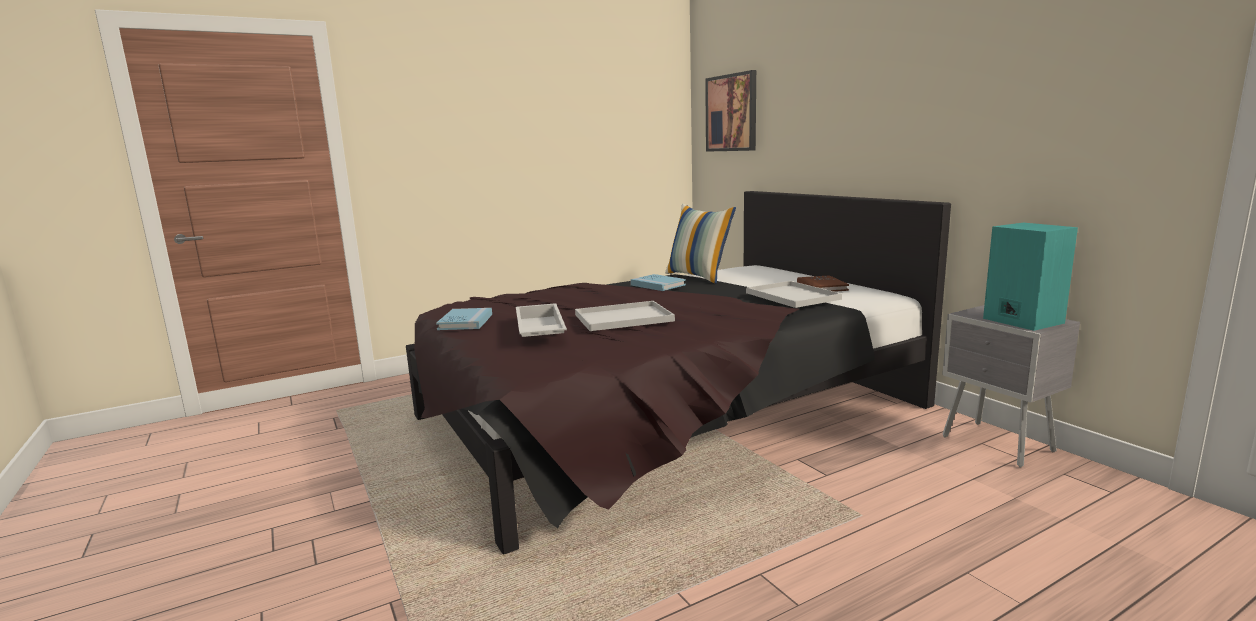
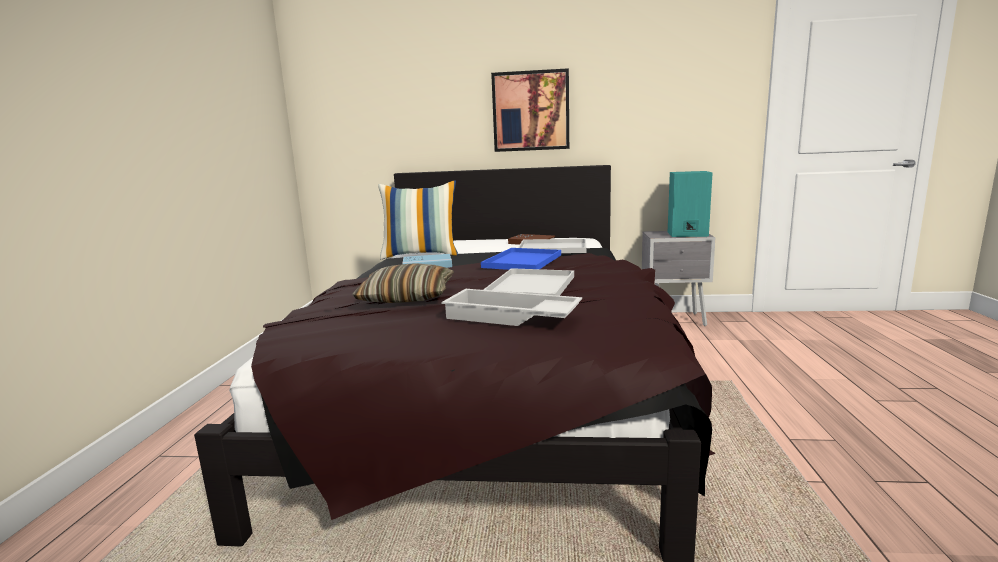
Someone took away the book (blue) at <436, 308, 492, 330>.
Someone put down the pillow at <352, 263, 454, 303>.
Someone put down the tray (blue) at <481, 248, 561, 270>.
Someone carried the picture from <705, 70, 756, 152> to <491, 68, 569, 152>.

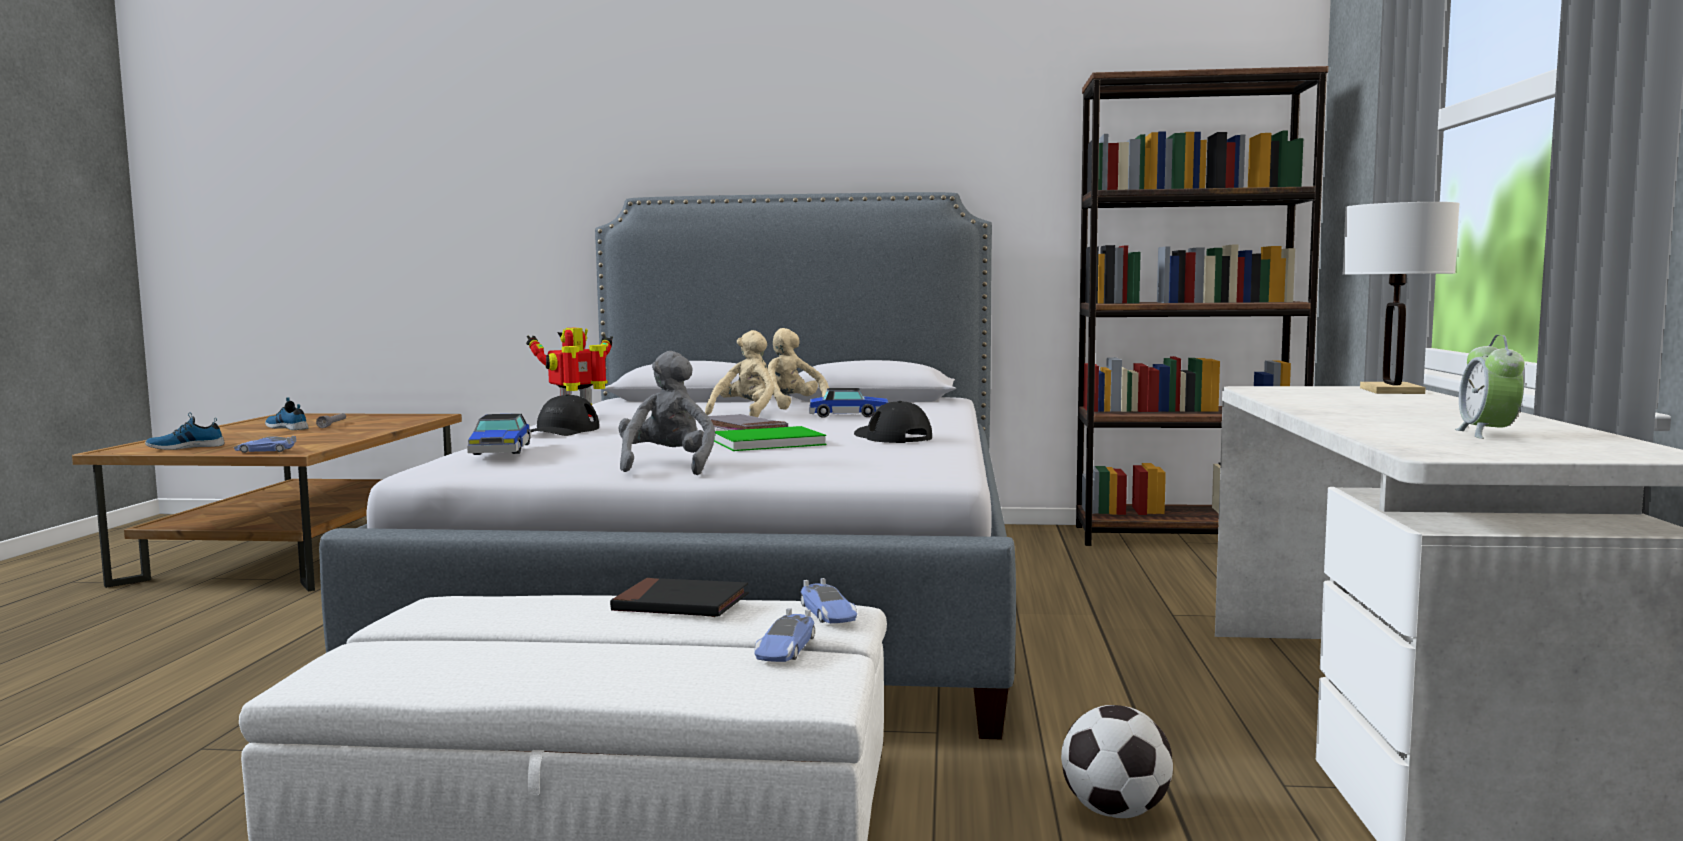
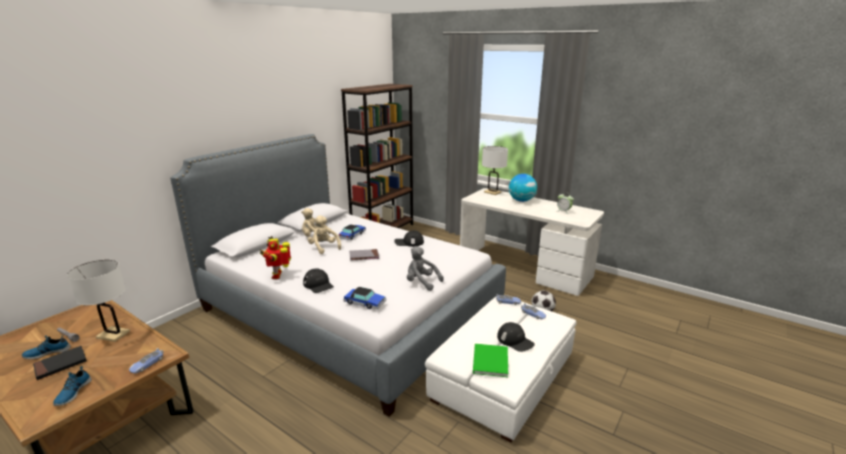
Someone put down the table lamp (white) at <67, 260, 130, 342>.
Someone put down the cap (black) at <497, 322, 535, 352>.
Someone put down the globe at <509, 174, 537, 202>.
Someone carried the book (black) from <610, 578, 749, 617> to <33, 346, 87, 380>.
Someone carried the book (green) from <714, 426, 826, 451> to <473, 344, 508, 377>.

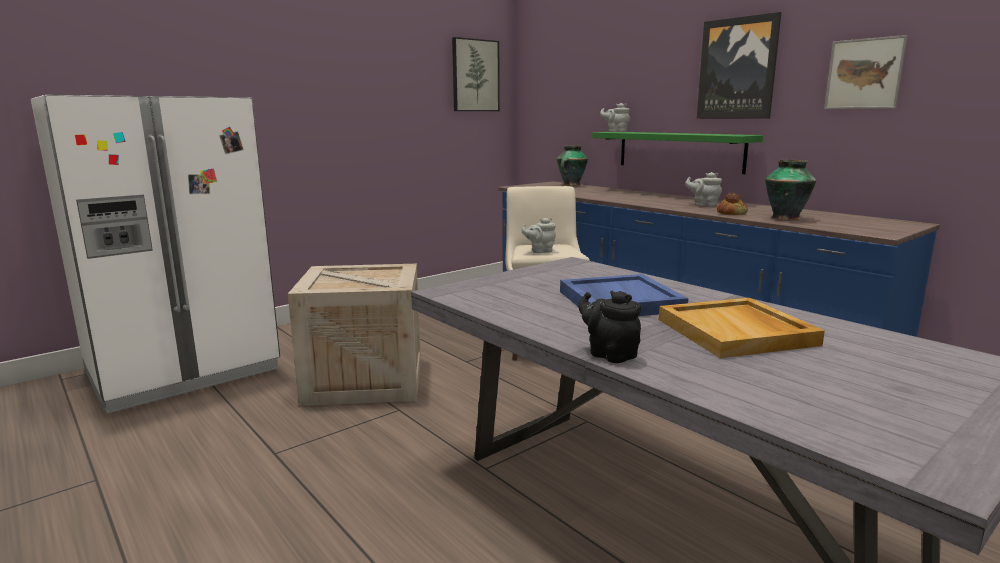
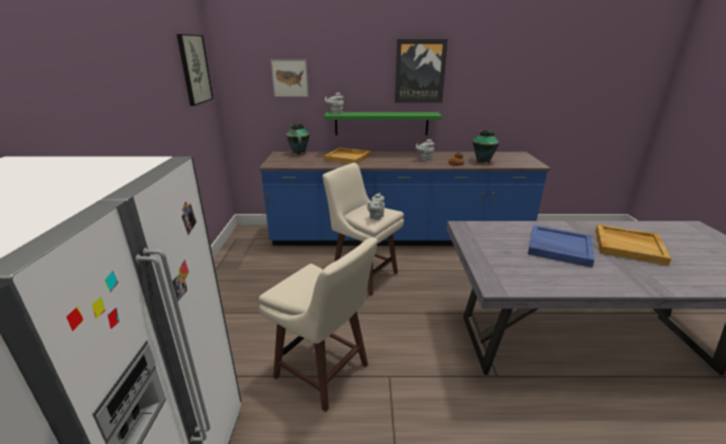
Someone took away the teapot (black) at <578, 291, 641, 363>.
Someone put down the tray (beige) at <324, 148, 371, 164>.
Someone carried the picture from <824, 35, 908, 109> to <271, 59, 309, 97>.
Someone swapped the crate at <288, 264, 421, 406> for the stool (beige) at <259, 237, 378, 412>.

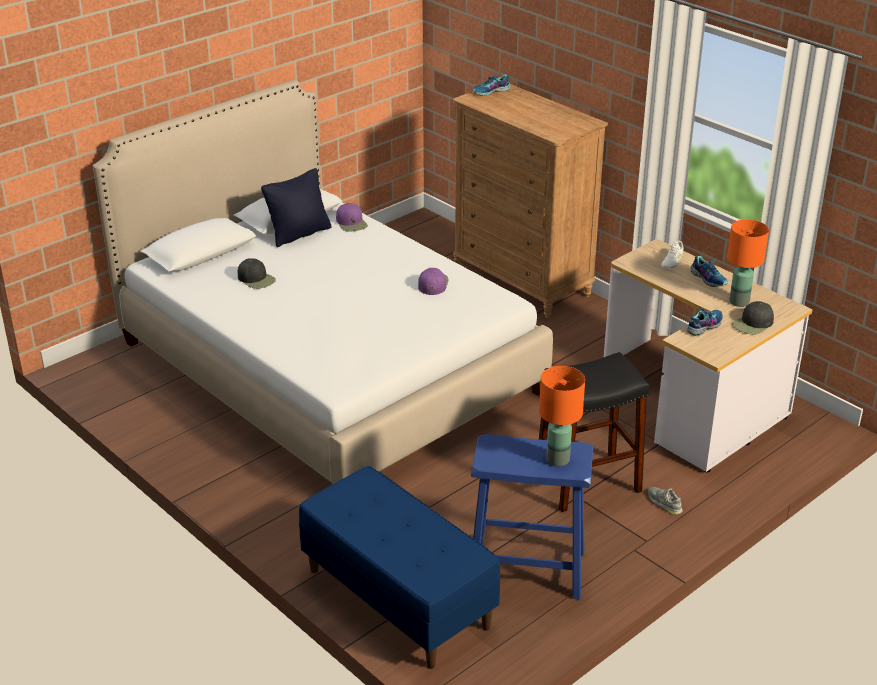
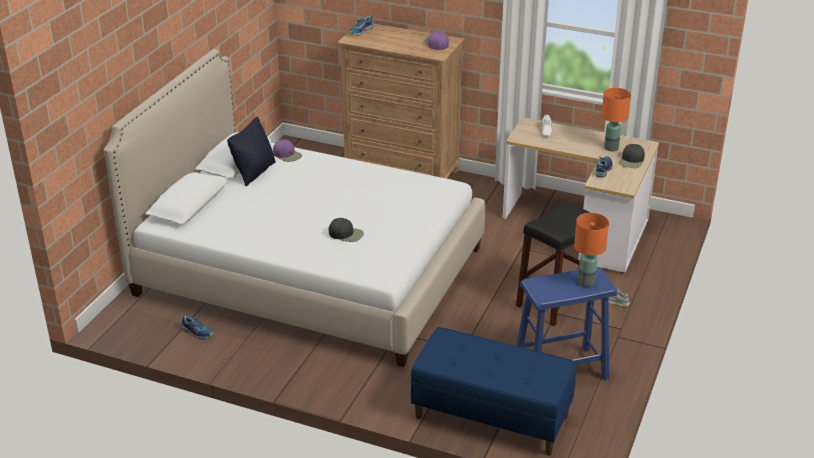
Someone carried the cap (black) from <238, 258, 276, 289> to <329, 218, 364, 242>.
Someone carried the cap (purple) from <418, 268, 448, 295> to <424, 31, 449, 50>.
Someone carried the shoe from <690, 256, 728, 287> to <181, 316, 213, 339>.

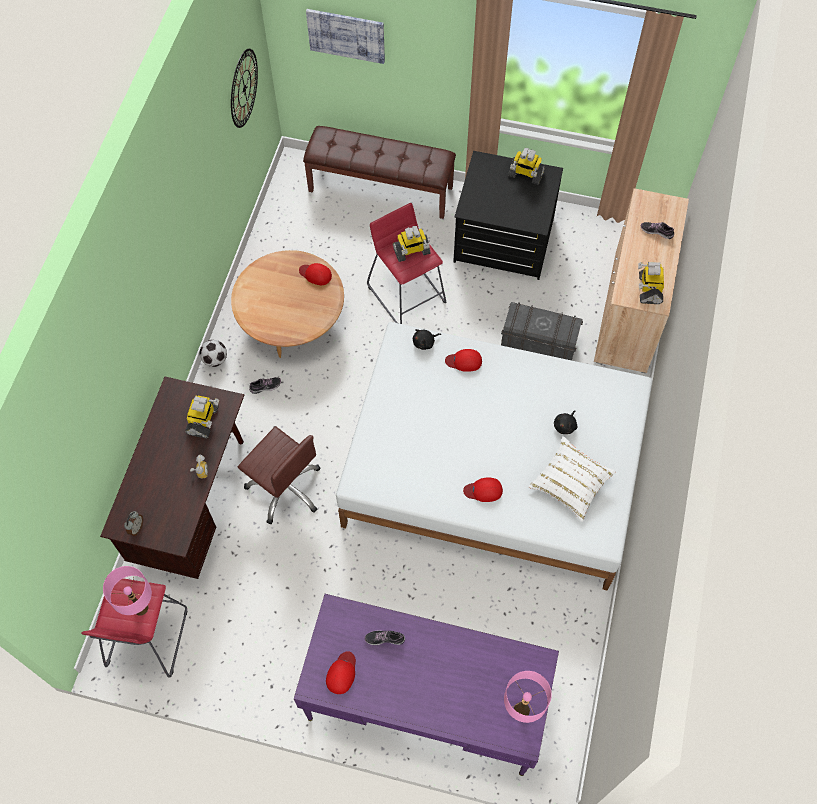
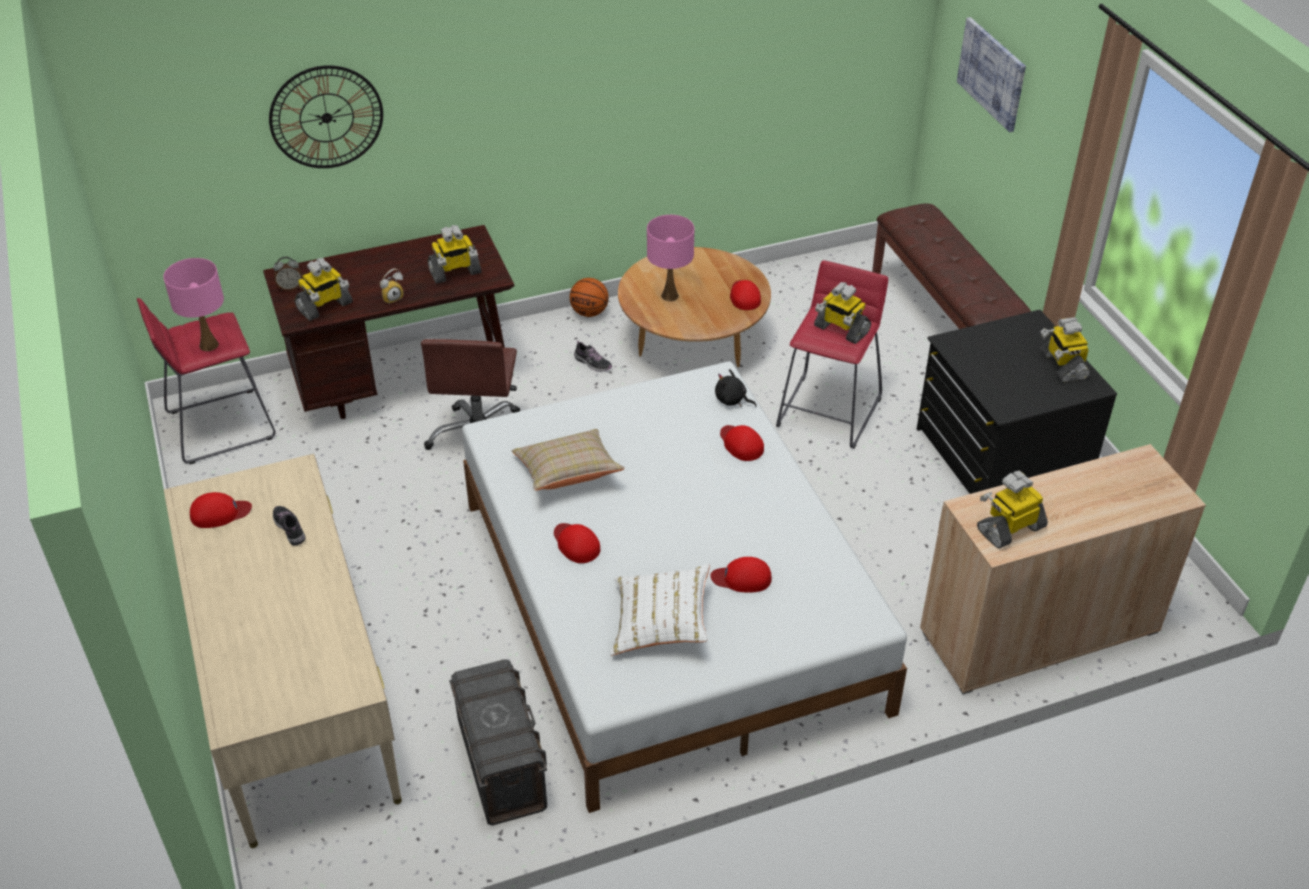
Someone took away the shoe at <641, 222, 674, 239>.
Someone put down the toy robot at <294, 258, 353, 321>.
Someone put down the pillow (beige) at <511, 429, 625, 491>.
Someone carried the wall clock from <231, 49, 258, 128> to <269, 65, 383, 168>.
Someone carried the storage box (grey) from <501, 302, 583, 360> to <449, 659, 547, 825>.
Someone carried the table lamp (pink) from <504, 671, 552, 723> to <647, 215, 694, 301>.
Someone swapped the football at <199, 340, 227, 367> for the basketball at <570, 278, 609, 317>.
Someone swapped the plush toy (black) at <554, 410, 577, 434> for the cap (red) at <710, 557, 772, 593>.
Someone repainted the desk (purple) at <294, 594, 559, 776>, which became the desk (beige) at <164, 454, 402, 848>.

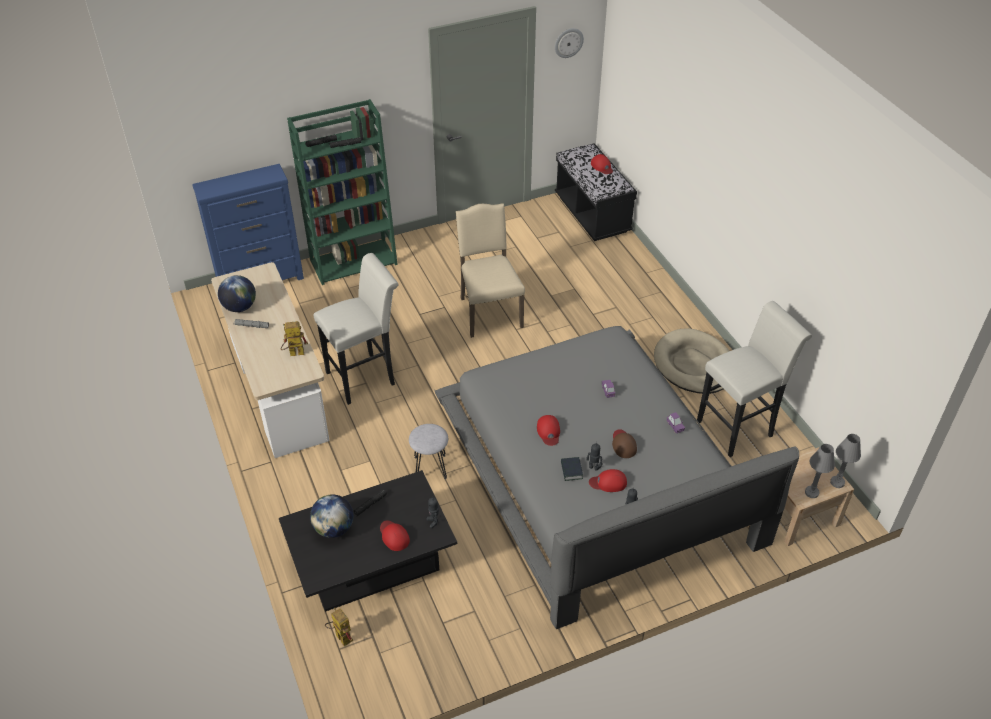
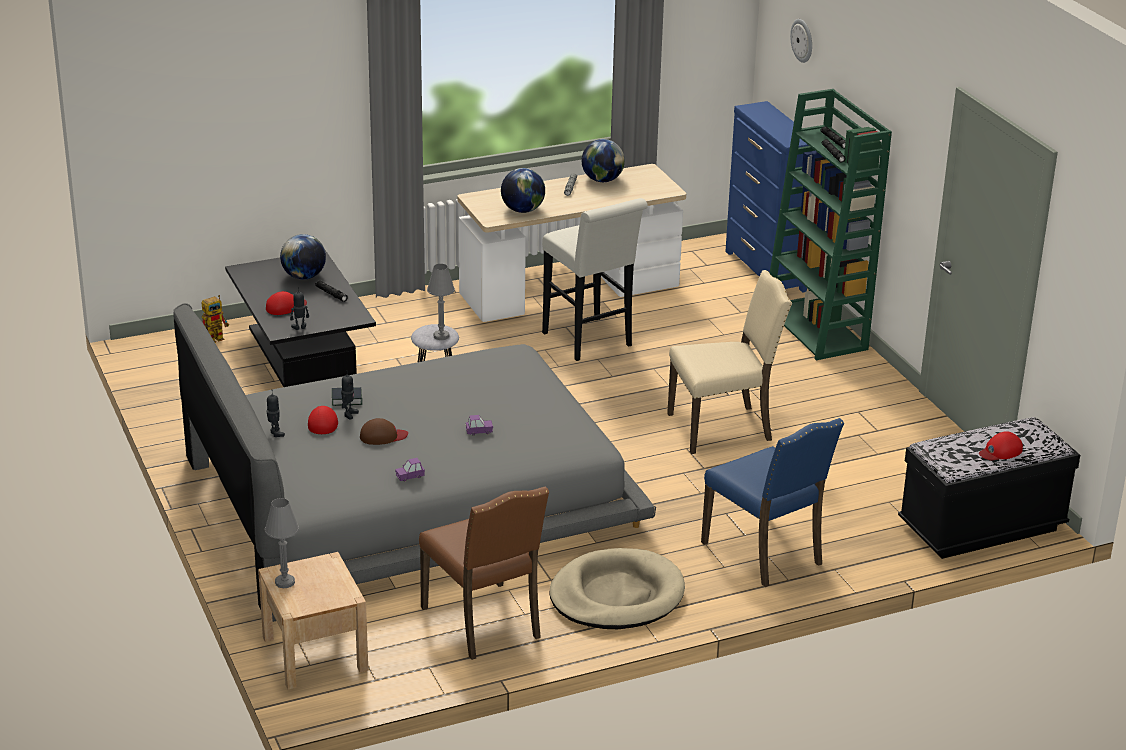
Someone took away the cap (red) at <537, 415, 560, 446>.
Someone put down the chair (blue) at <701, 418, 844, 587>.
Someone carried the wall clock from <555, 28, 584, 58> to <790, 19, 812, 63>.
Someone carried the table lamp (grey) from <830, 434, 861, 488> to <427, 264, 455, 340>.
Someone swapped the toy robot at <281, 321, 308, 356> for the globe at <501, 168, 545, 213>.
Someone swapped the stool (white) at <697, 301, 812, 457> for the chair (brown) at <419, 487, 549, 660>.

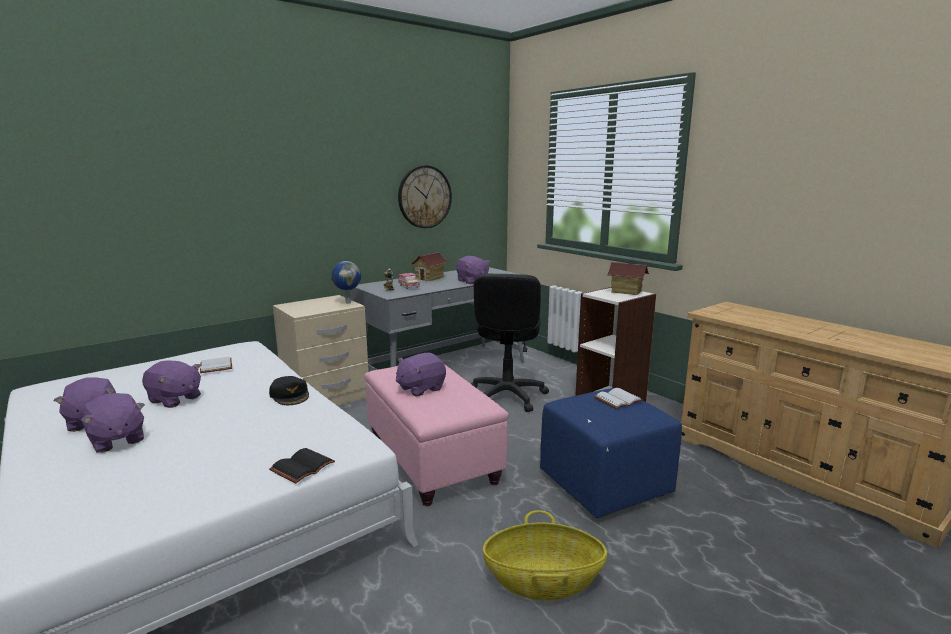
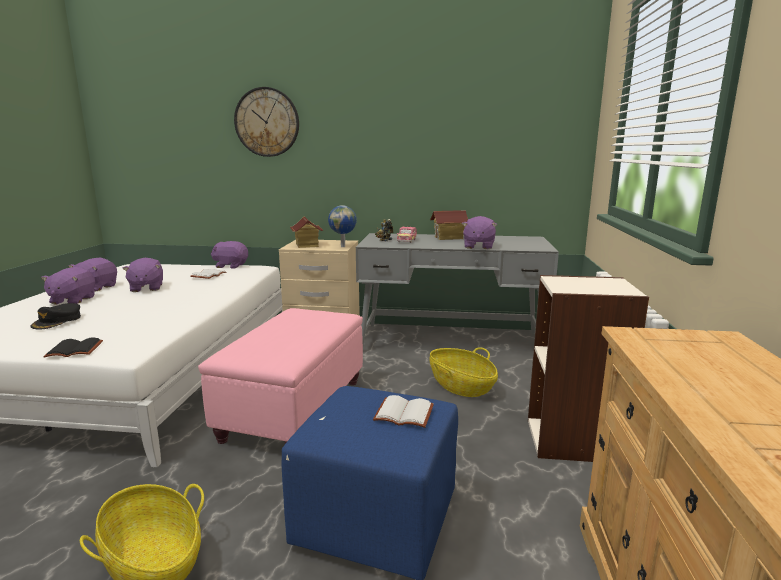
Someone carried the cap (black) from <269, 376, 309, 405> to <30, 303, 81, 330>.
Someone carried the plush toy (purple) from <396, 353, 446, 396> to <211, 241, 248, 269>.
Someone carried the wall clock from <398, 165, 452, 228> to <234, 87, 299, 157>.
Someone carried the toy house from <607, 262, 649, 295> to <290, 217, 323, 248>.
Someone swapped the office chair (black) at <470, 274, 549, 412> for the basket at <429, 347, 498, 397>.

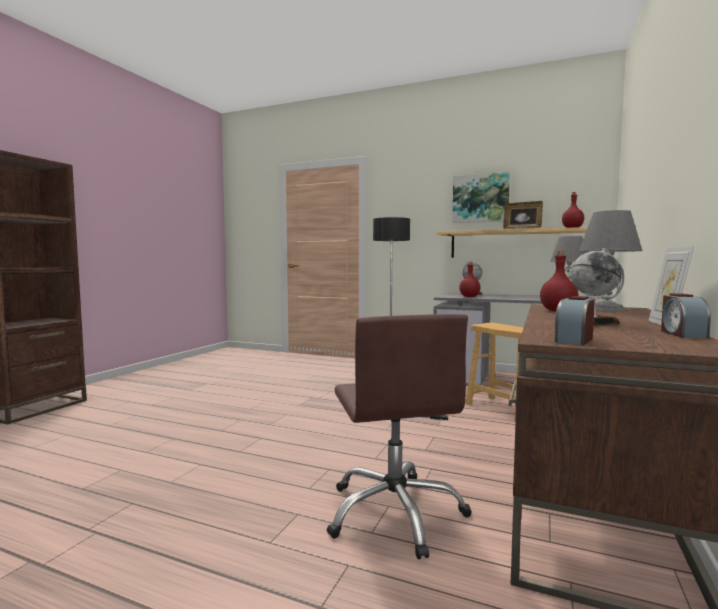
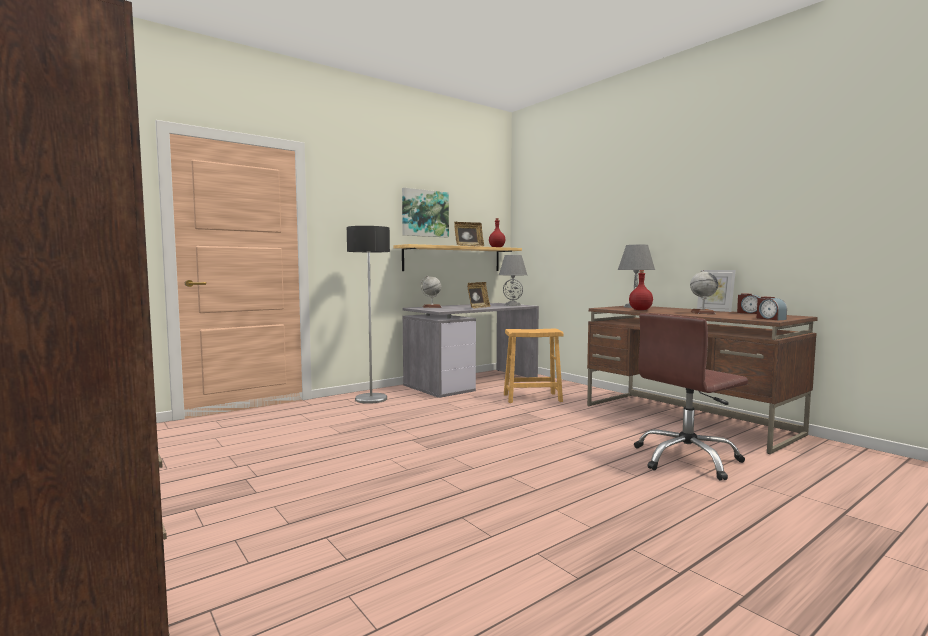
Someone took away the bottle (red) at <459, 262, 481, 297>.
Someone put down the picture frame at <467, 282, 490, 308>.
Someone rotated the office chair (brown) at <327, 314, 472, 559> by 135 degrees clockwise.

